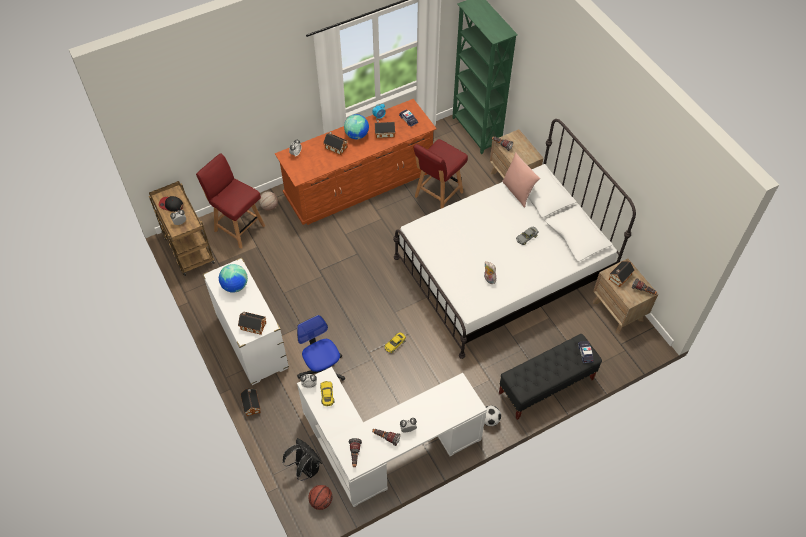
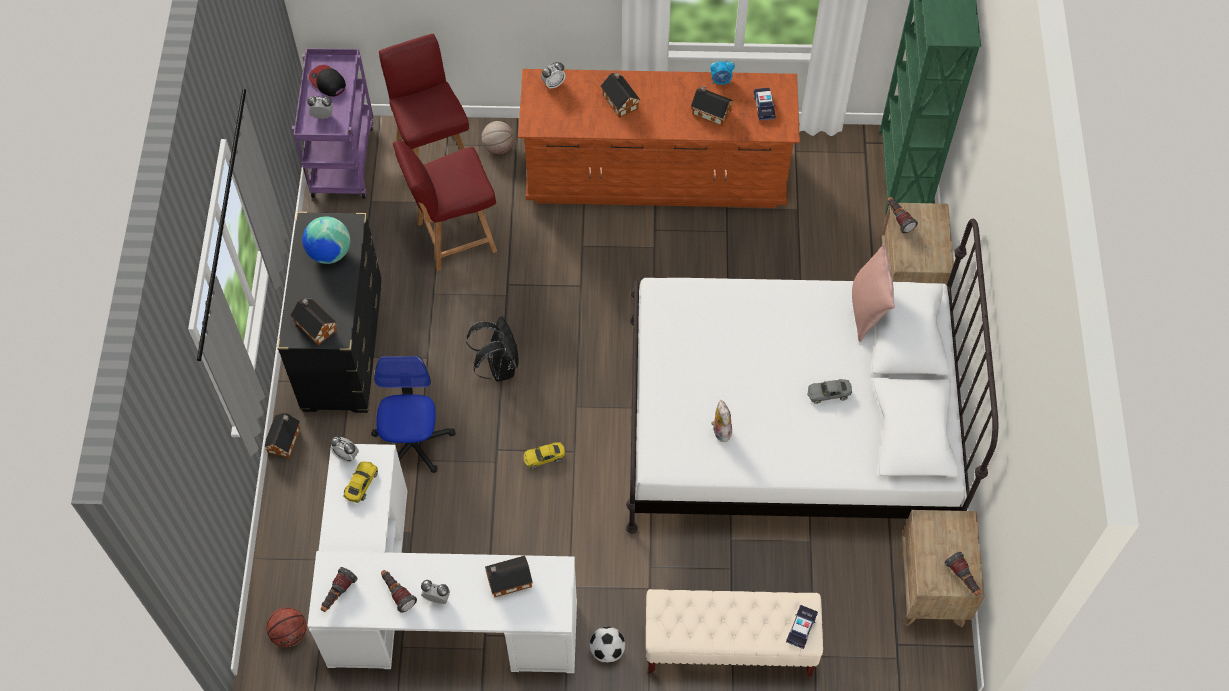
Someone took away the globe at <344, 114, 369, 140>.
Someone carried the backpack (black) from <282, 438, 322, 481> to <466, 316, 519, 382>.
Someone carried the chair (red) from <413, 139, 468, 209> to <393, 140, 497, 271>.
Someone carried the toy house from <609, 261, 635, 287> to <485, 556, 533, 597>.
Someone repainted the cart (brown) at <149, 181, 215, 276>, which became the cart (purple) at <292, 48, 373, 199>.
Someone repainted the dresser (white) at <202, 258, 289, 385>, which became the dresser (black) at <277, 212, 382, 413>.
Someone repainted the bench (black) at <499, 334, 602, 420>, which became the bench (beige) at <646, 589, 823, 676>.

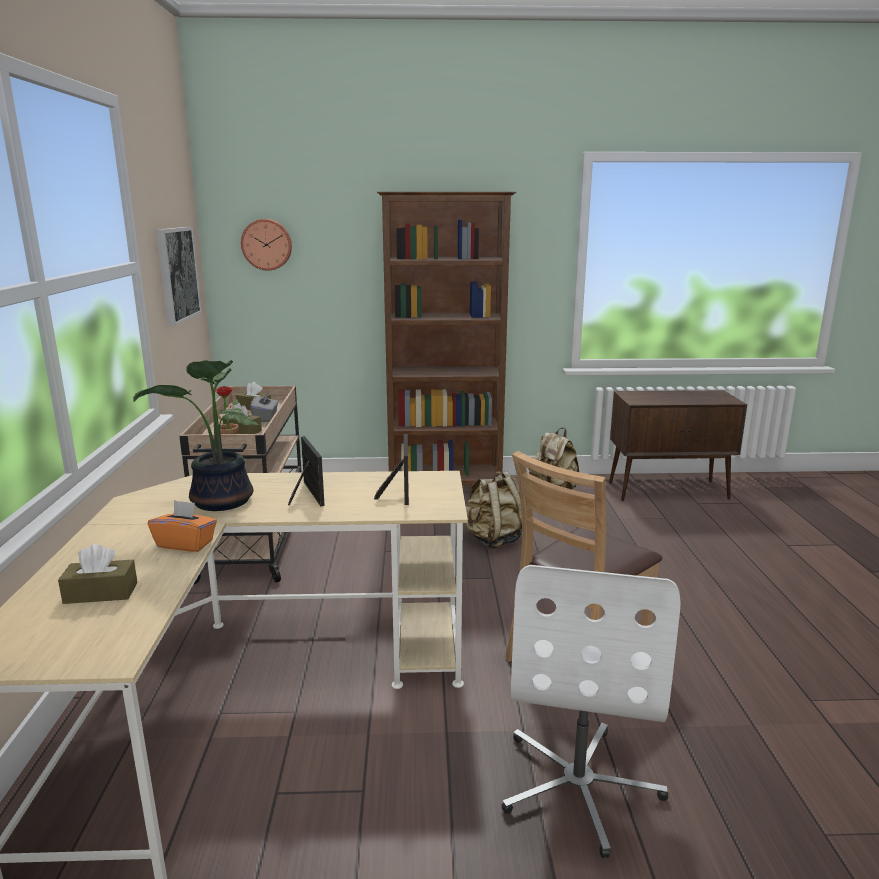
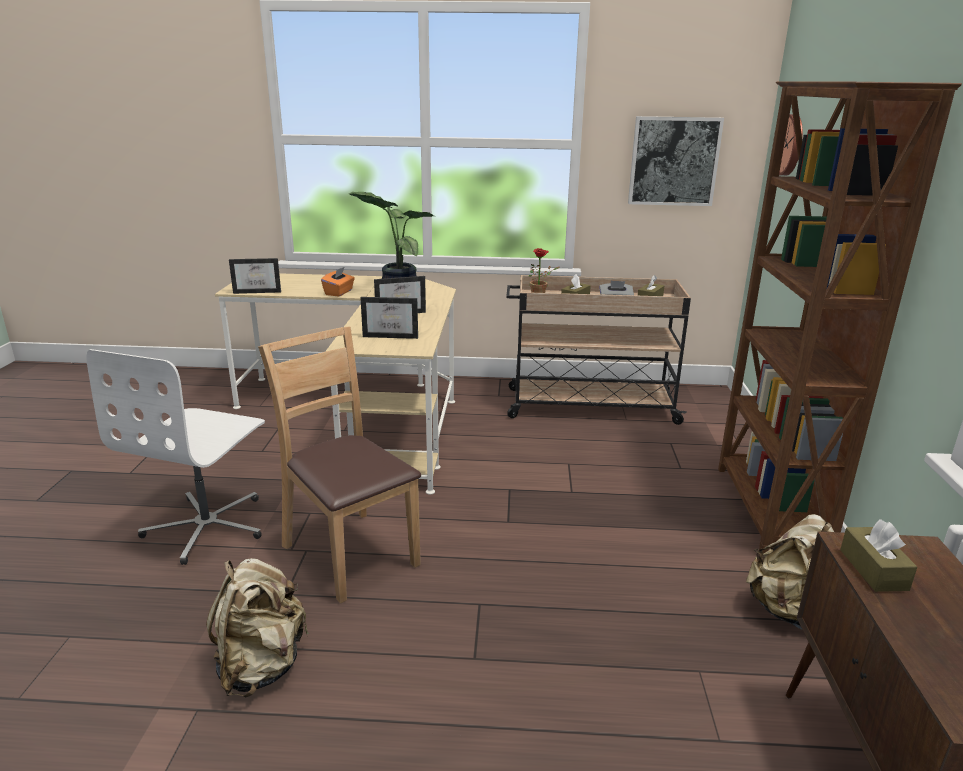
Someone put down the picture frame at <229, 258, 281, 294>.
Someone carried the tissue box (brown) from <58, 544, 138, 604> to <840, 519, 917, 592>.
Someone carried the backpack (beige) from <466, 471, 522, 549> to <206, 558, 309, 697>.
Someone rotated the office chair (white) at <502, 565, 681, 858> by 90 degrees counterclockwise.

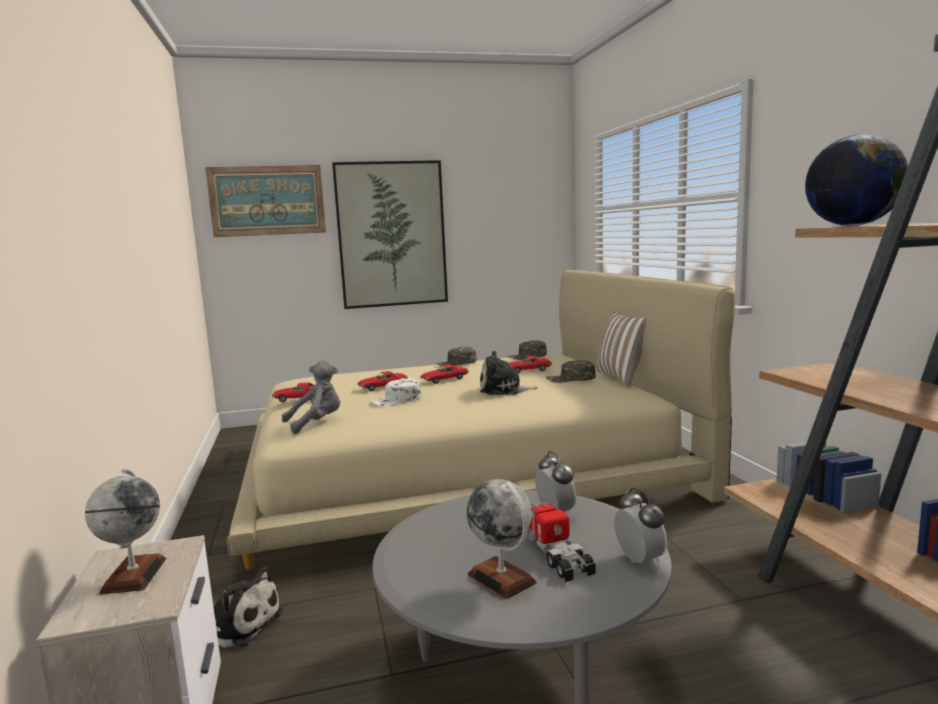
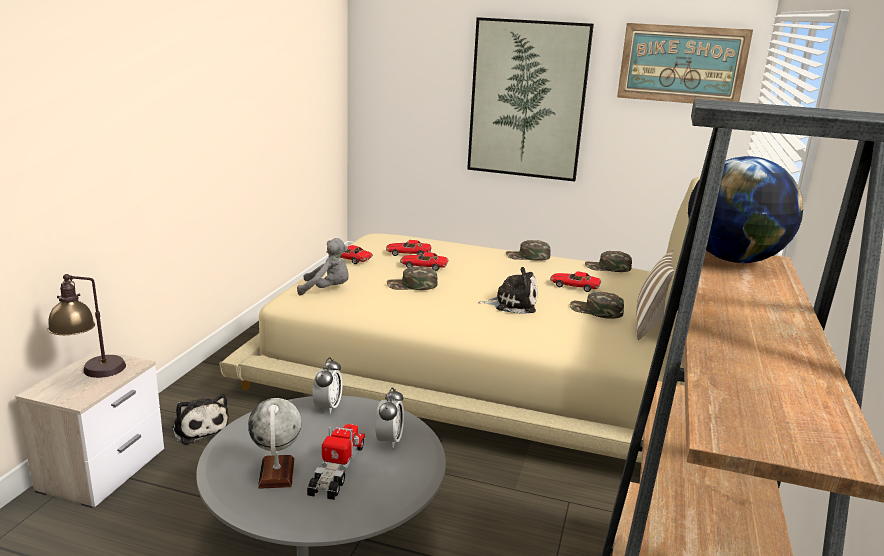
Someone carried the picture from <205, 165, 326, 237> to <617, 23, 753, 104>.
Someone carried the toy car from <420, 364, 469, 384> to <386, 240, 431, 256>.
Someone carried the alarm clock from <614, 488, 667, 566> to <312, 357, 342, 414>.
Someone swapped the globe at <85, 469, 166, 594> for the table lamp at <47, 274, 126, 378>.
Someone repainted the cap (white) at <370, 378, 422, 406>, which became the cap (green) at <387, 266, 438, 290>.
Someone rotated the plush toy at <480, 351, 538, 395> by 150 degrees clockwise.

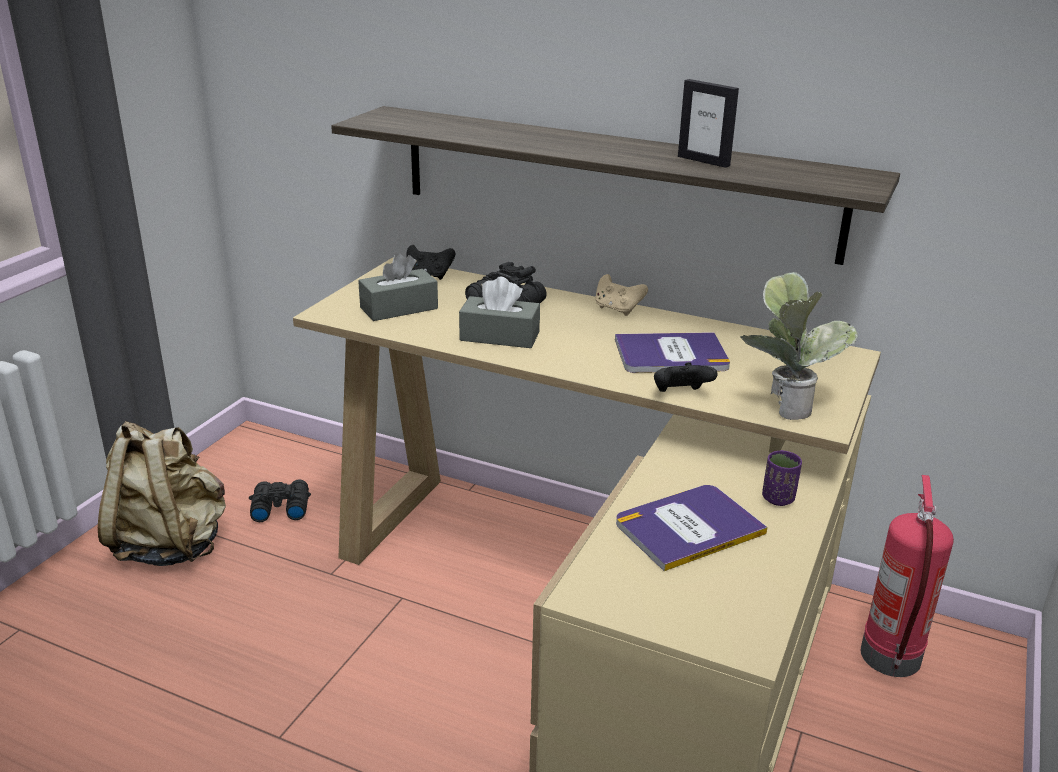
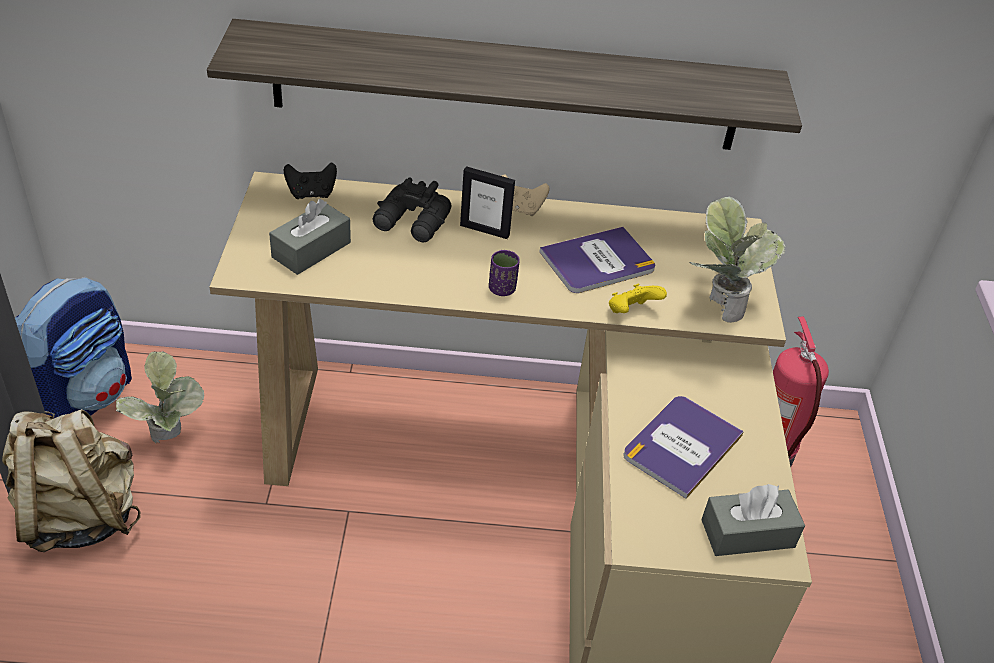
Someone put down the backpack at <15, 277, 132, 418>.
Someone carried the tissue box (grey) from <459, 277, 540, 348> to <701, 484, 805, 556>.
Someone carried the picture frame from <678, 79, 739, 168> to <460, 166, 515, 239>.
Someone carried the cup (purple) from <762, 450, 802, 506> to <489, 250, 520, 296>.
Someone swapped the binoculars (black) at <249, 480, 311, 522> for the potted plant at <116, 351, 204, 443>.
Someone repainted the game controller (black) at <654, 362, 718, 392>, which became the game controller (yellow) at <609, 284, 667, 313>.

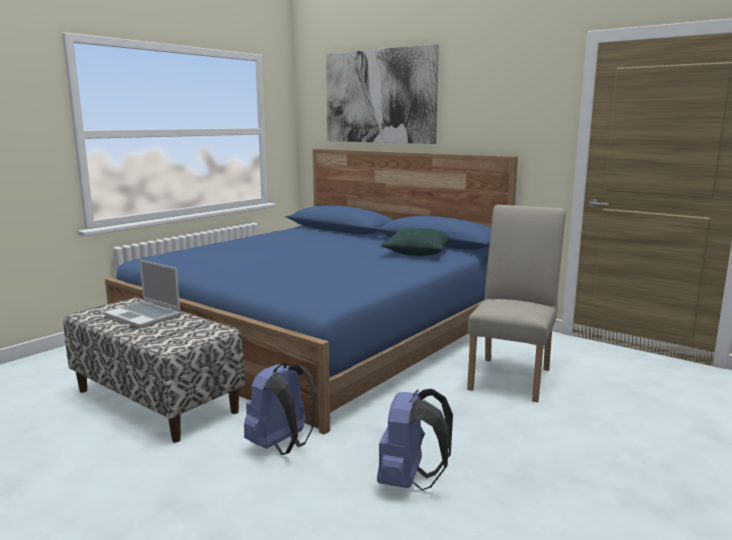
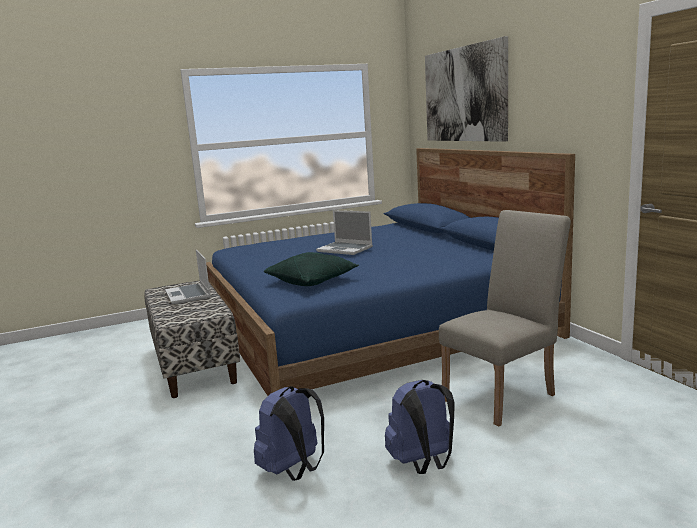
Someone put down the laptop at <316, 210, 373, 255>.
Someone carried the backpack (blue) from <244, 363, 316, 455> to <385, 380, 455, 474>.
Someone carried the pillow (green) from <380, 228, 450, 256> to <264, 252, 359, 286>.

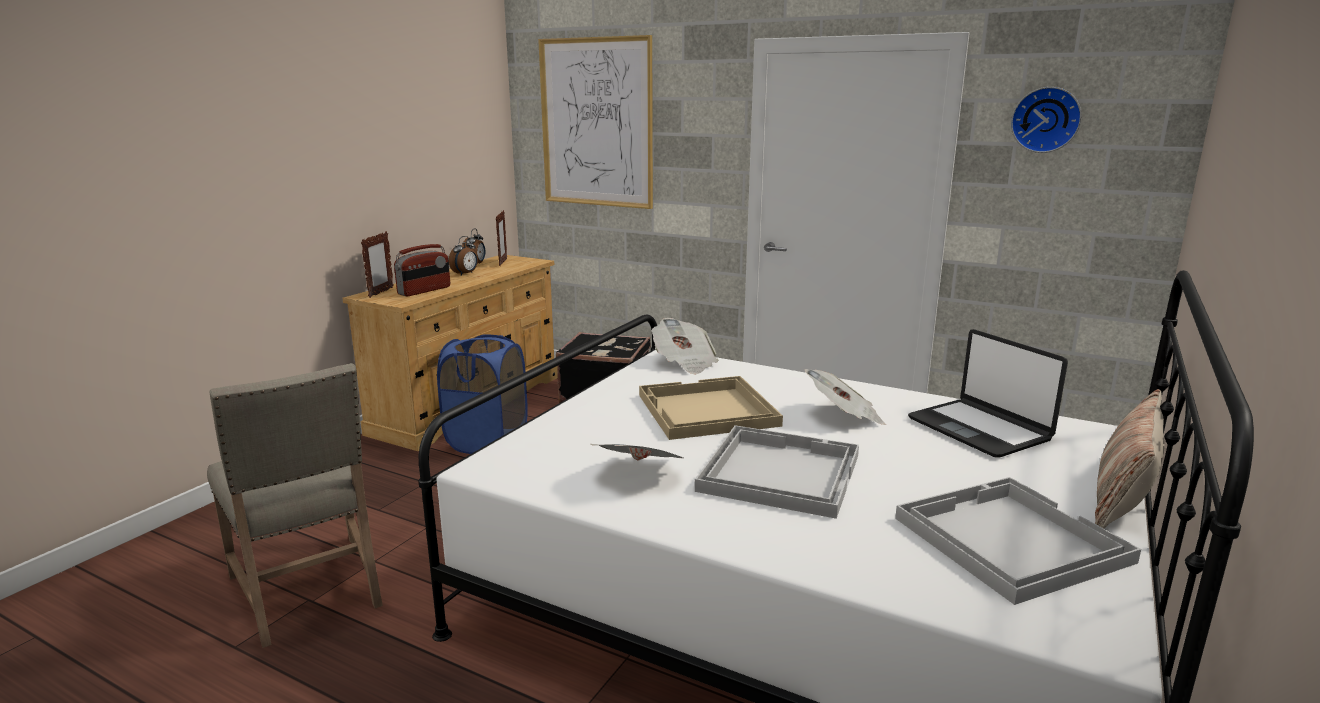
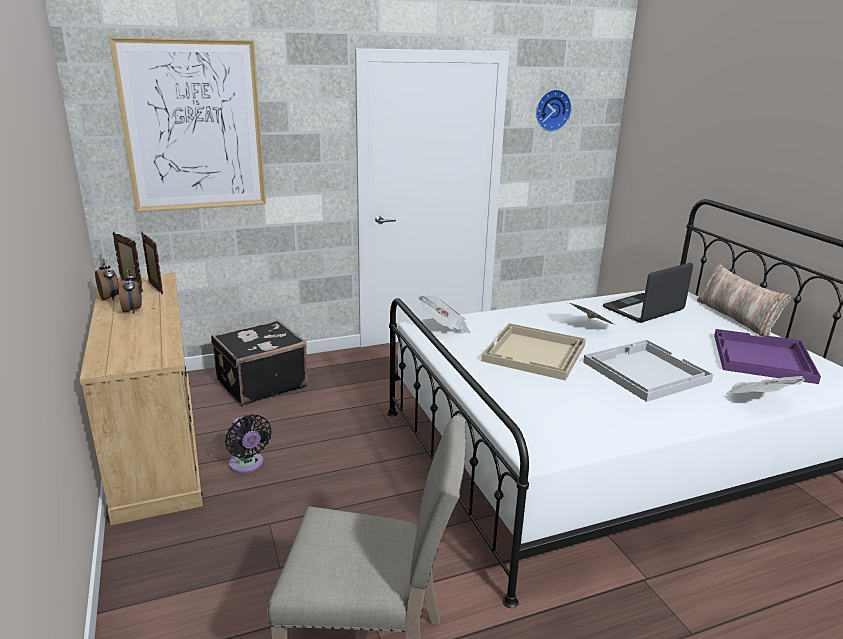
Someone took away the radio at <394, 244, 450, 296>.
Someone carried the picture frame from <361, 231, 394, 298> to <141, 232, 163, 294>.
Someone carried the newspaper from <590, 444, 683, 461> to <726, 376, 805, 394>.
Someone swapped the laundry basket (blue) at <437, 334, 528, 454> for the fan (black) at <225, 414, 272, 473>.
Someone repainted the tray (white) at <895, 477, 1141, 605>, which became the tray (purple) at <714, 329, 821, 384>.
Someone rotated the laptop at <908, 329, 1068, 458> by 135 degrees clockwise.

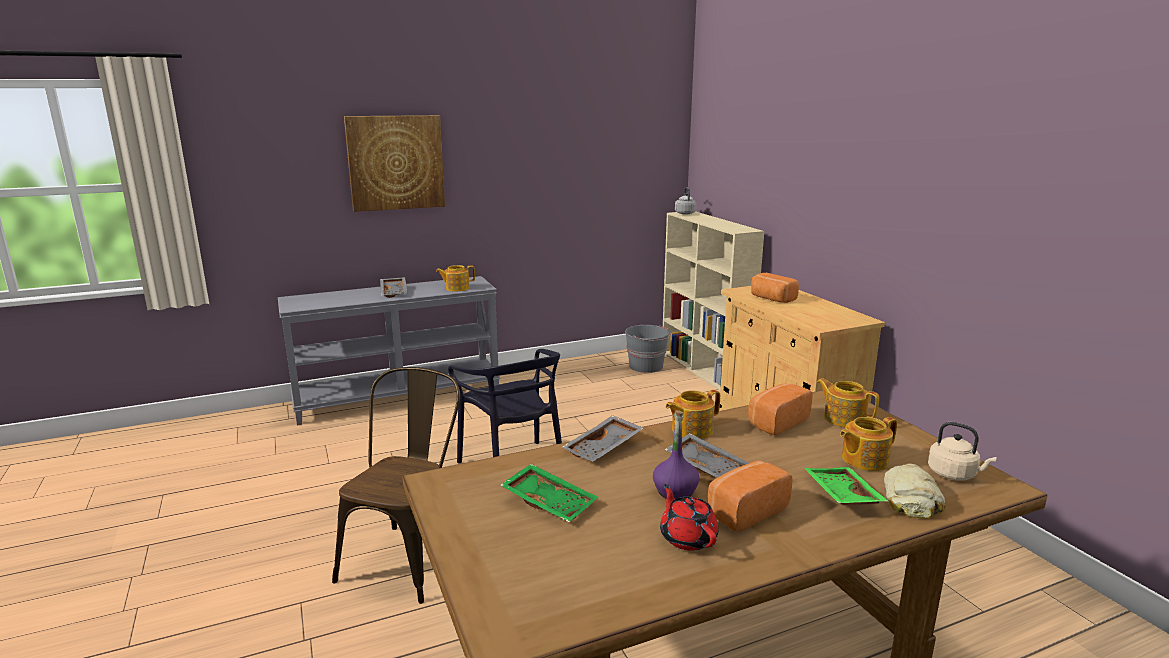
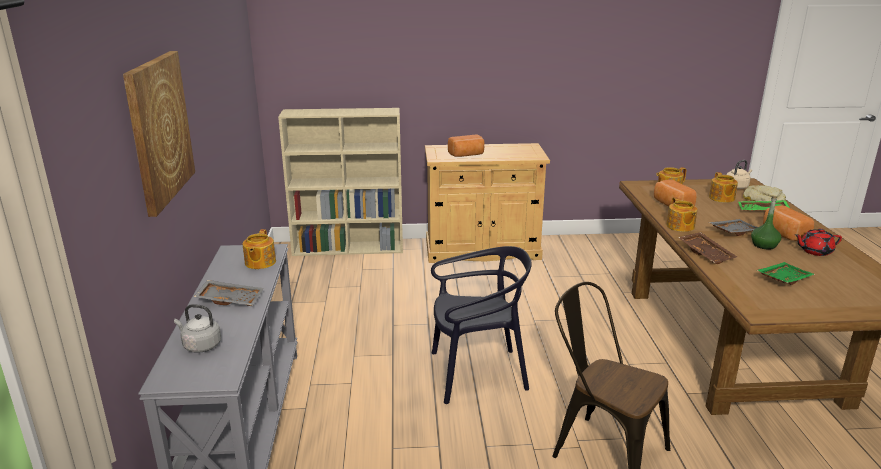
Someone took away the bucket (grey) at <625, 325, 671, 373>.
Someone carried the kettle (grey) from <675, 187, 696, 214> to <174, 304, 221, 353>.
Someone repainted the tray (grey) at <562, 415, 644, 462>, which became the tray (brown) at <678, 232, 737, 264>.
Someone repainted the bottle (purple) at <653, 410, 699, 499>, which became the bottle (green) at <751, 196, 781, 250>.

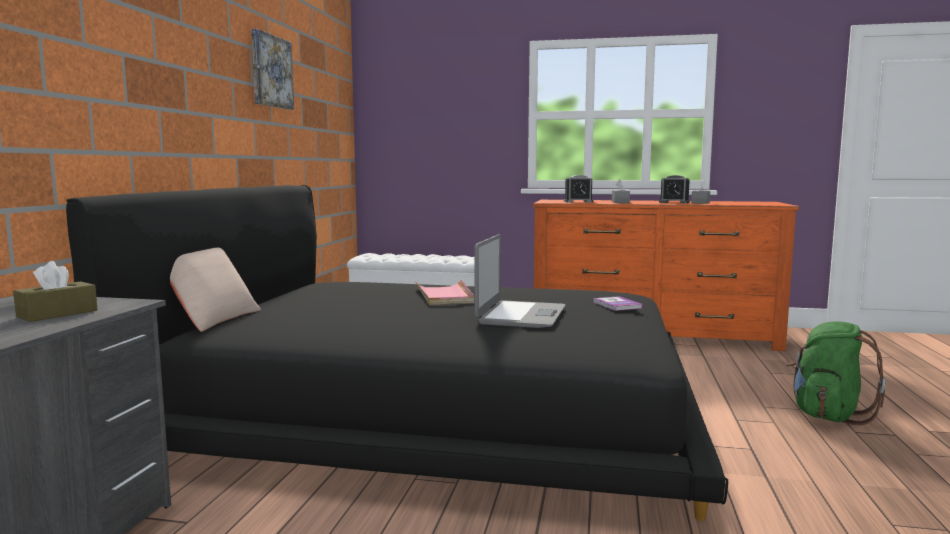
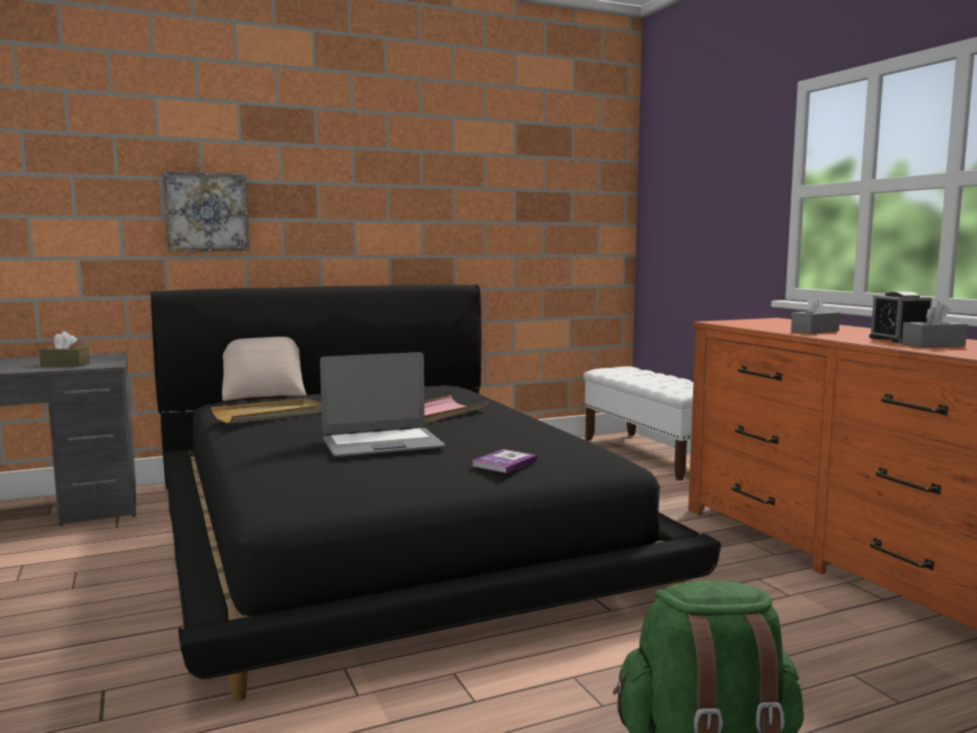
Someone took away the alarm clock at <564, 175, 593, 202>.
Someone put down the tray (beige) at <211, 398, 322, 424>.
Someone carried the picture from <251, 29, 294, 110> to <163, 171, 249, 251>.

